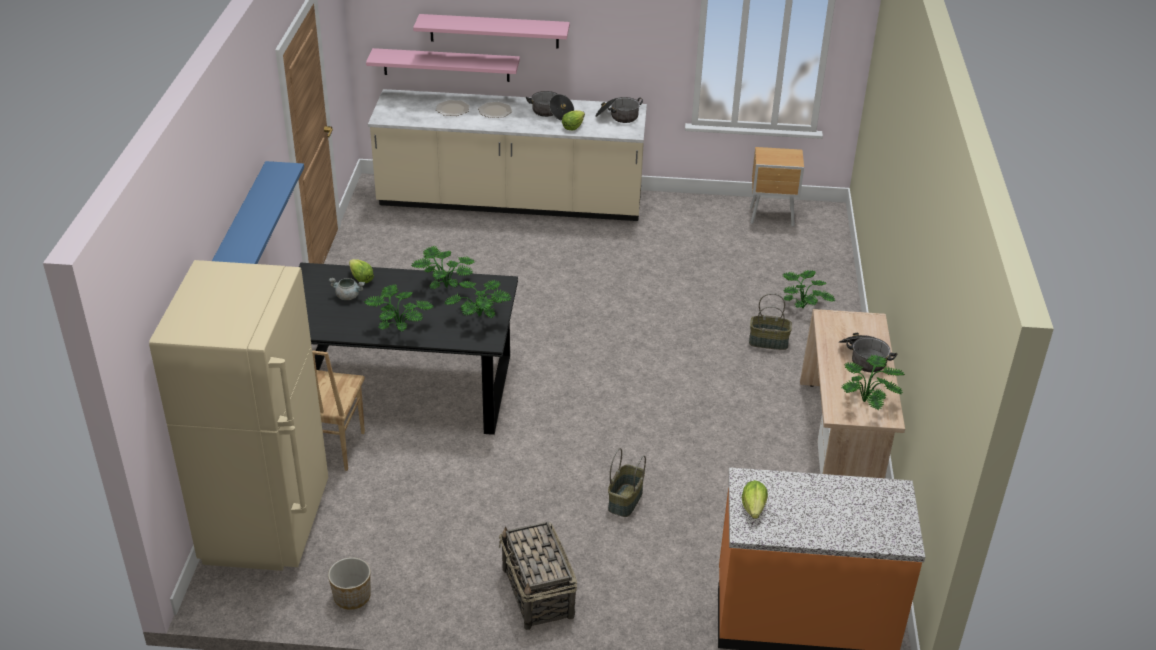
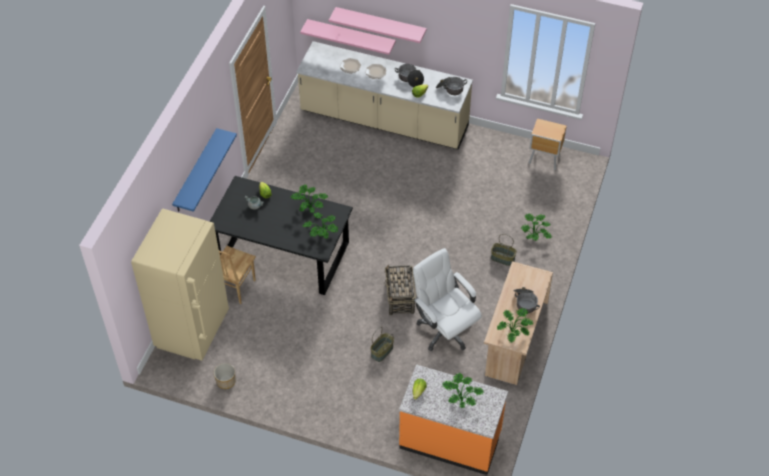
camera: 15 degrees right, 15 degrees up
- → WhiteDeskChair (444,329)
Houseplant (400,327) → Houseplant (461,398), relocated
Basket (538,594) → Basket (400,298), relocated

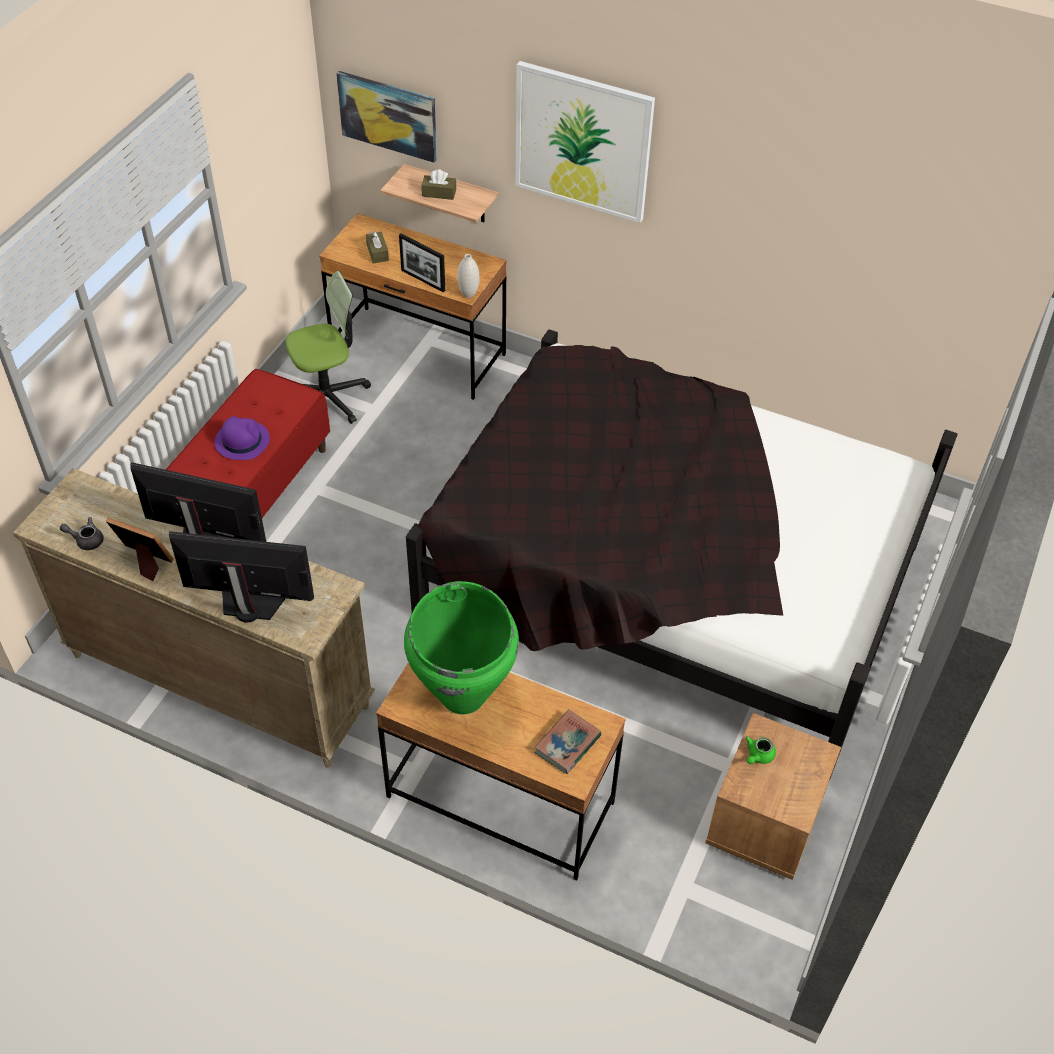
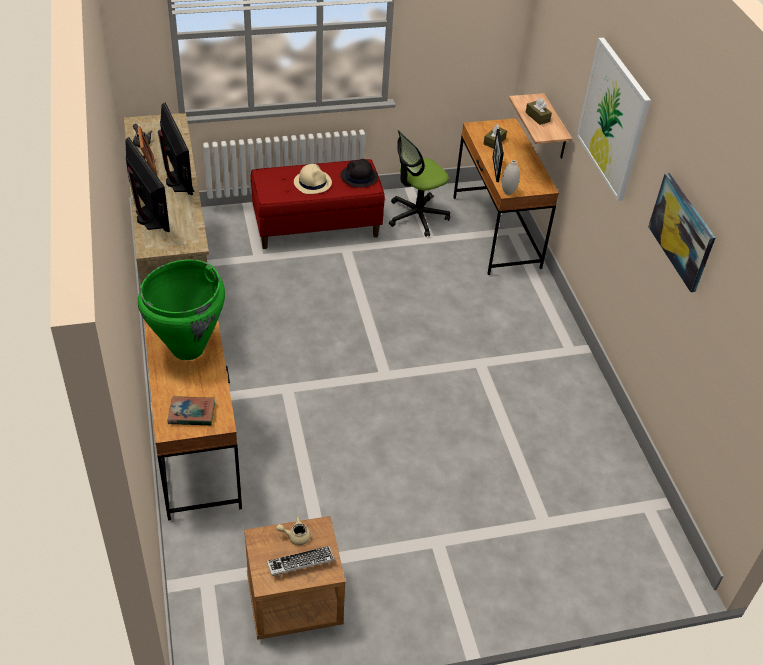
camera: 50 degrees right, 5 degrees down
BlackBedroomBed (668,577) → -
- → PcKeyboard (300,564)
- → BlackWearableHat (358,177)
WallArt (388,115) → WallArt (682,231), relocated
PurpleColouredWearableHat (242,440) → BeigeColouredWearableHat (312,182)
GreenColouredTeaPot (758,756) → BeigeColouredTeaPot (295,536)
DeskChair (328,397) → DeskChair (417,216), 120 degrees clockwise

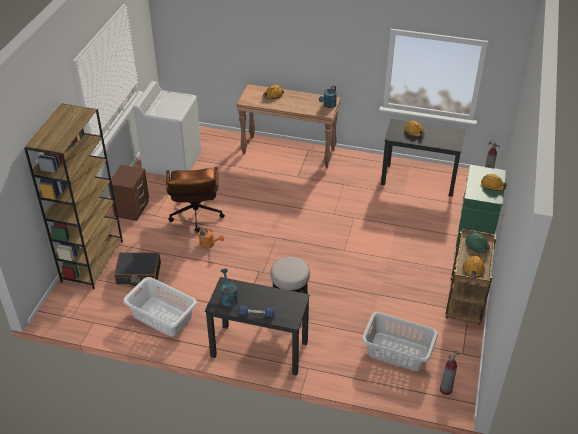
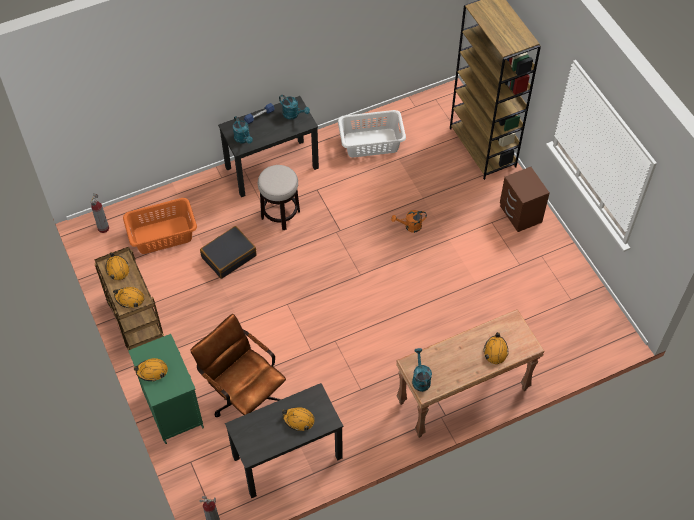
camera: 140 degrees right, 15 degrees up
WhiteLaundryAppliance (172,161) → -
- → TurquoiseColouredWateringCan (243,139)
BlackSuitcase (138,274) → BlackSuitcase (228,256), relocated
BrownishDeskChair (196,217) → BrownishDeskChair (244,396), relocated
GreyWashingBasket (397,351) → OrangeyWashingBasket (163,235)
GreenColouredSafetyHelmet (477,245) → OrangeySafetyHelmet (129,298)

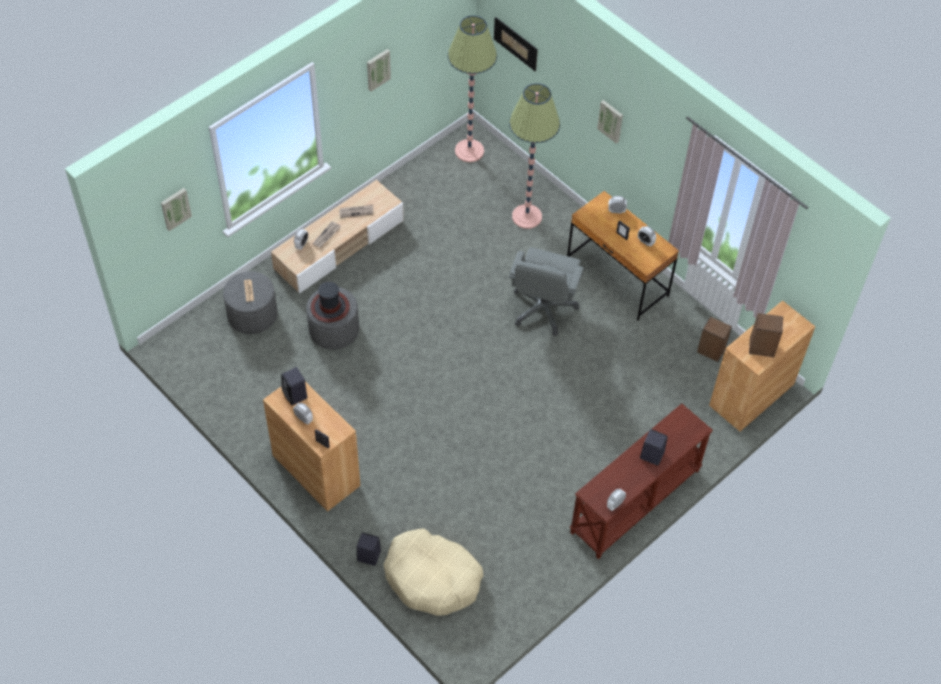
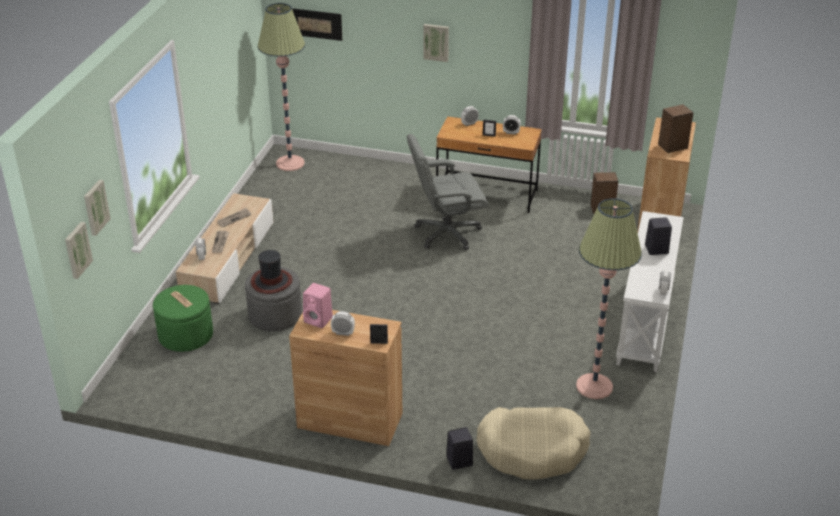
camera: 30 degrees left, 20 degrees down
WallArt (377,69) → WallArt (77,250), relocated
StandardLamp (527,216) → StandardLamp (594,386), relocated
GreyPouffe (252,314) → GreenColouredPouffe (186,335)
BlackAudioSpeaker (295,395) → PinkColouredAudioSpeaker (319,320)
BrownishConsoleTable (635,502) → WhiteConsoleTable (646,322)
GreyDeskChair (543,309) → GreyDeskChair (446,233), 90 degrees clockwise

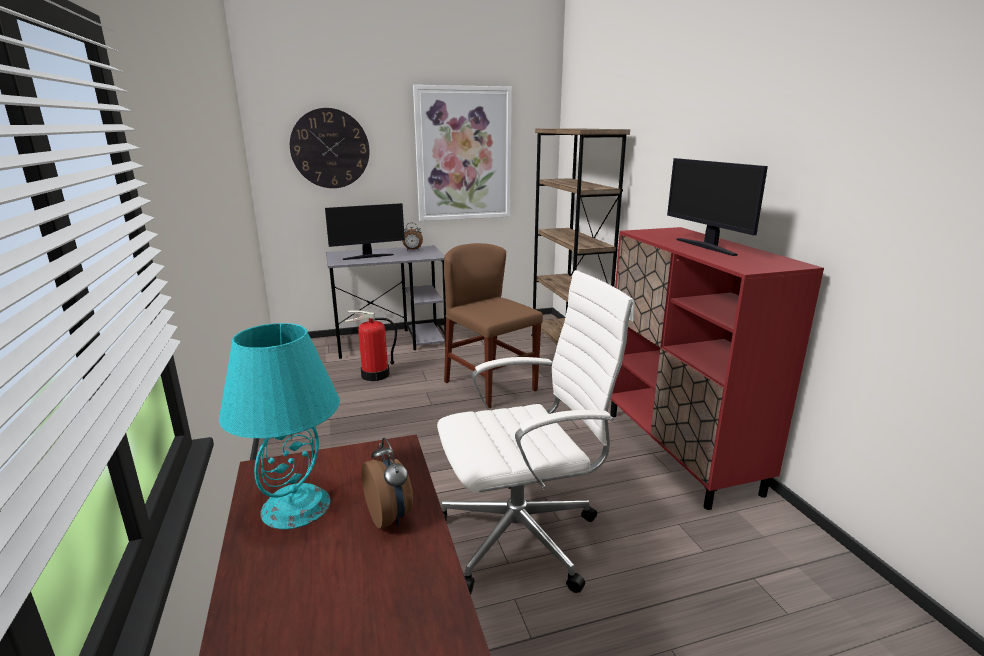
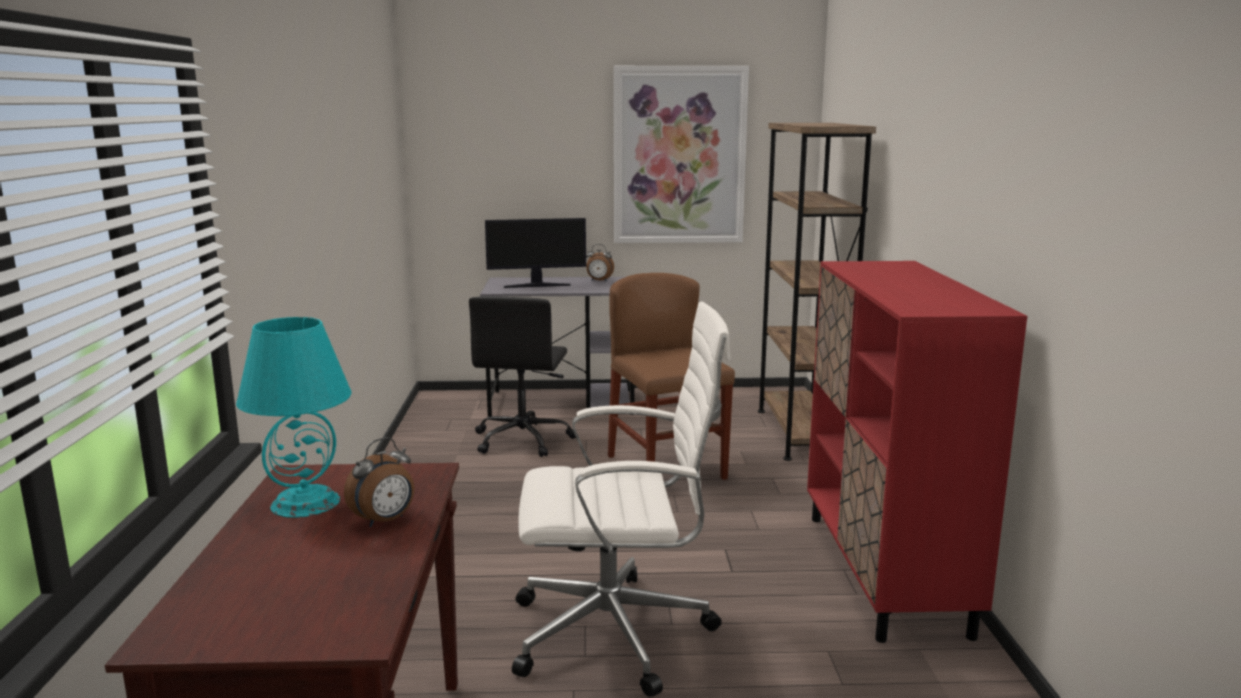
camera: 15 degrees right, 5 degrees down
ClockOnTheWall (330,148) → -
Monitor (707,247) → -
FireExtinguisher (375,375) → BlackDeskChair (523,439)
TableClock (390,517) → TableClock (385,521), 60 degrees clockwise

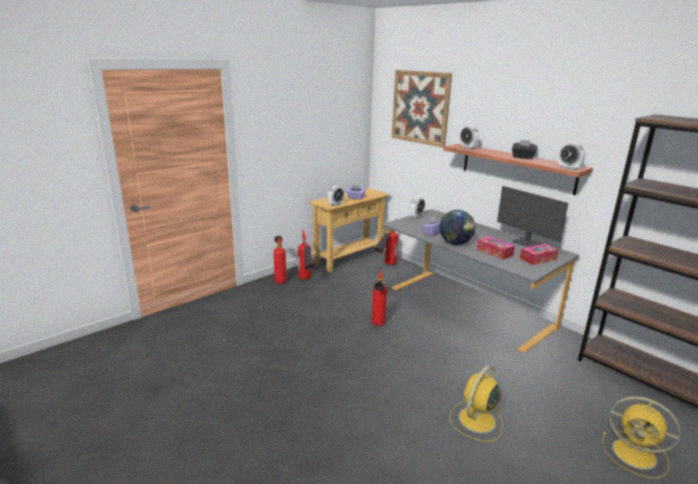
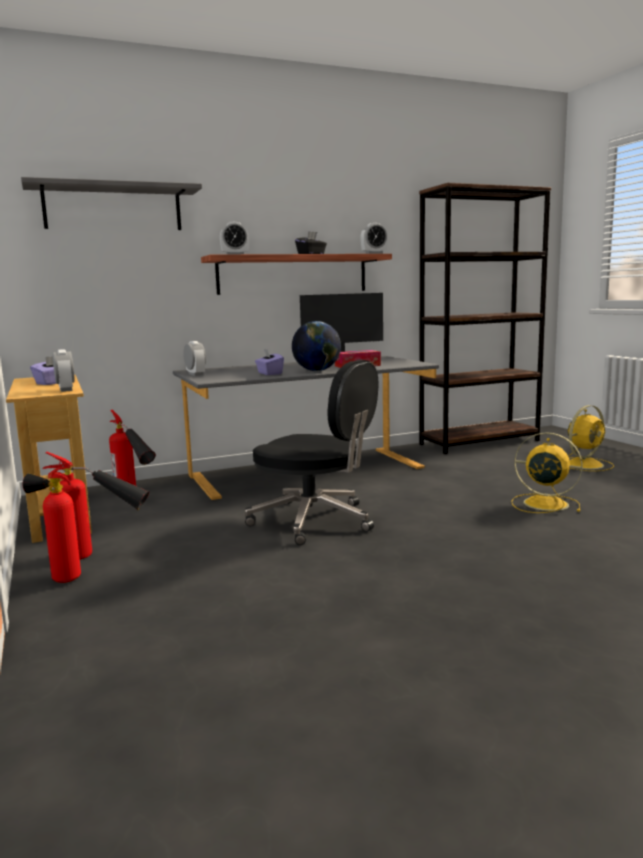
camera: 70 degrees left, 10 degrees down
BoxOfTissues (538,259) → -
FireExtinguisher (377,325) → BlackDeskChair (315,521)
WallArt (420,107) → GreyWallShelf (113,208)
YellowishElectricFan (476,420) → YellowishElectricFan (543,503), 150 degrees clockwise

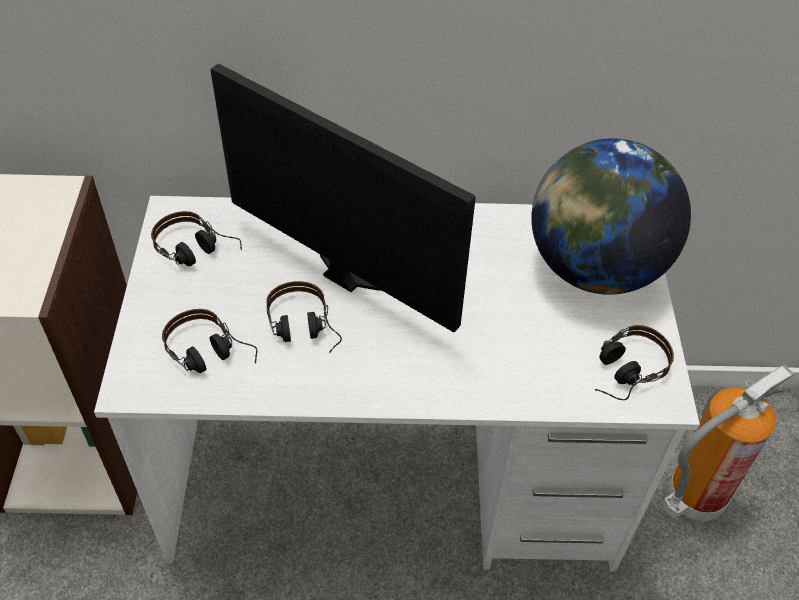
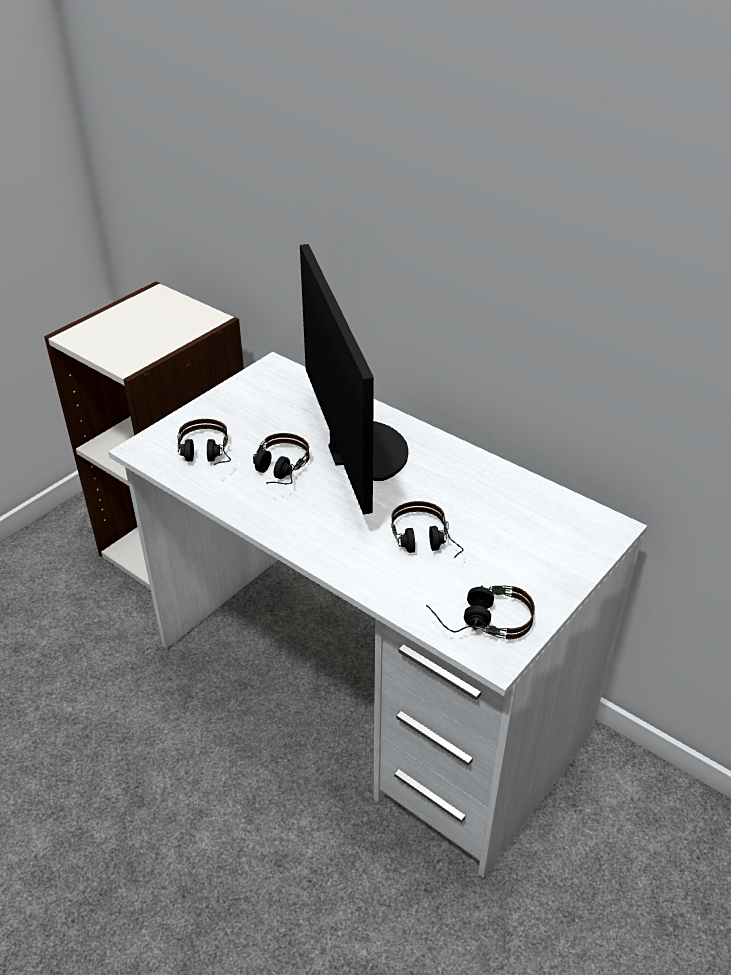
camera: 40 degrees right, 10 degrees down
Globe (594,268) → -
FireExtinguisher (692,500) → -
Headphones (199,253) → Headphones (425,546), relocated

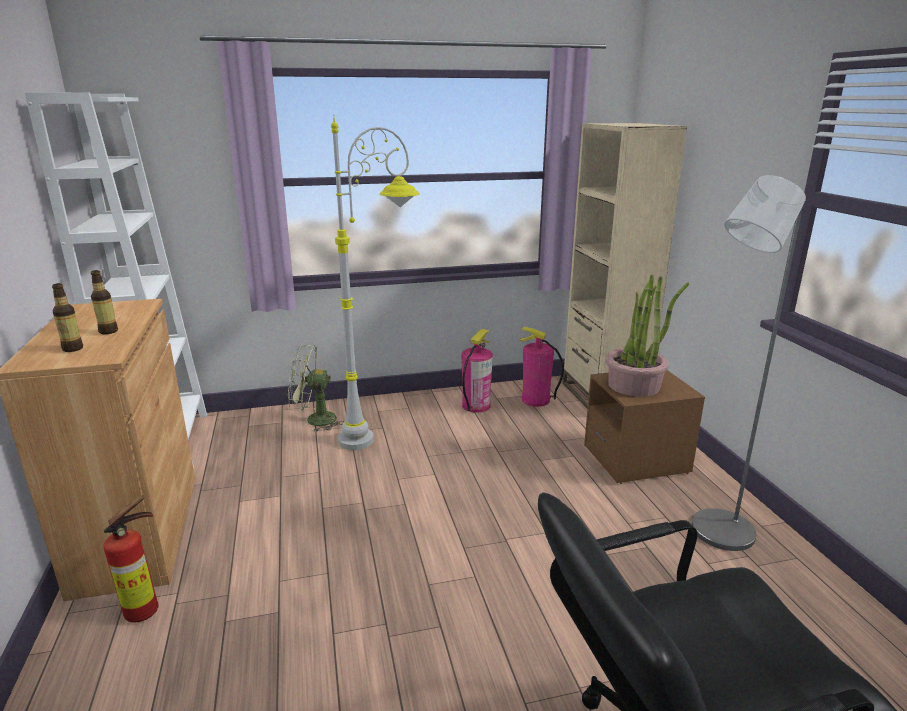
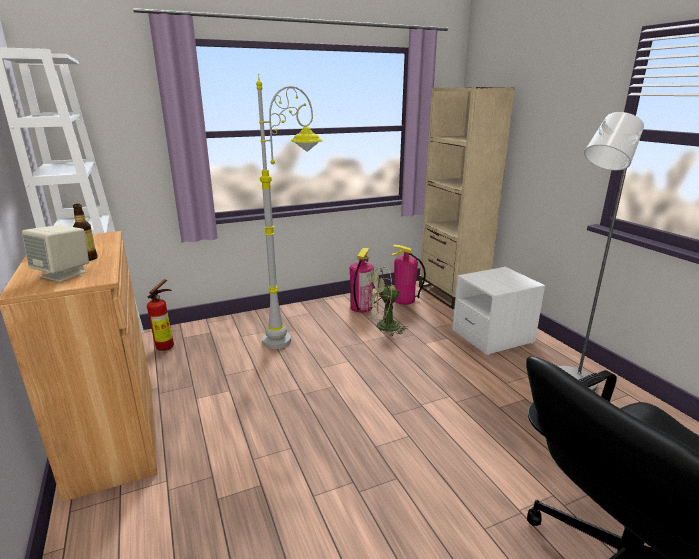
camera: 10 degrees left, 0 degrees up
Houseplant (634,385) → -
FireExtinguisher (147,610) → FireExtinguisher (167,346), relocated
GreenColouredElectricFan (314,420) → GreenColouredElectricFan (382,327), relocated
BeverageBottle (73,349) → BeigeColouredAudioSpeaker (64,274)
BrownishNightstand (636,459) → WhiteNightstand (492,336)

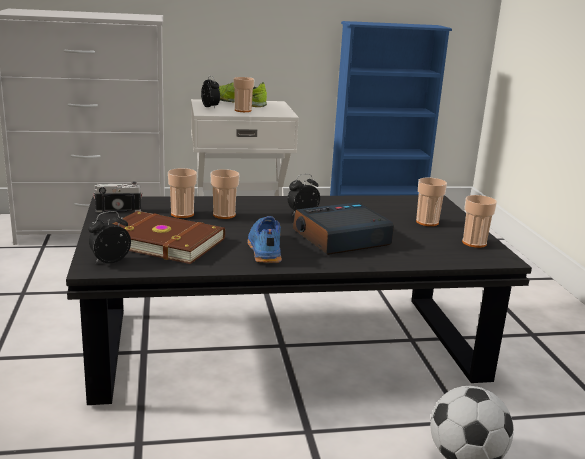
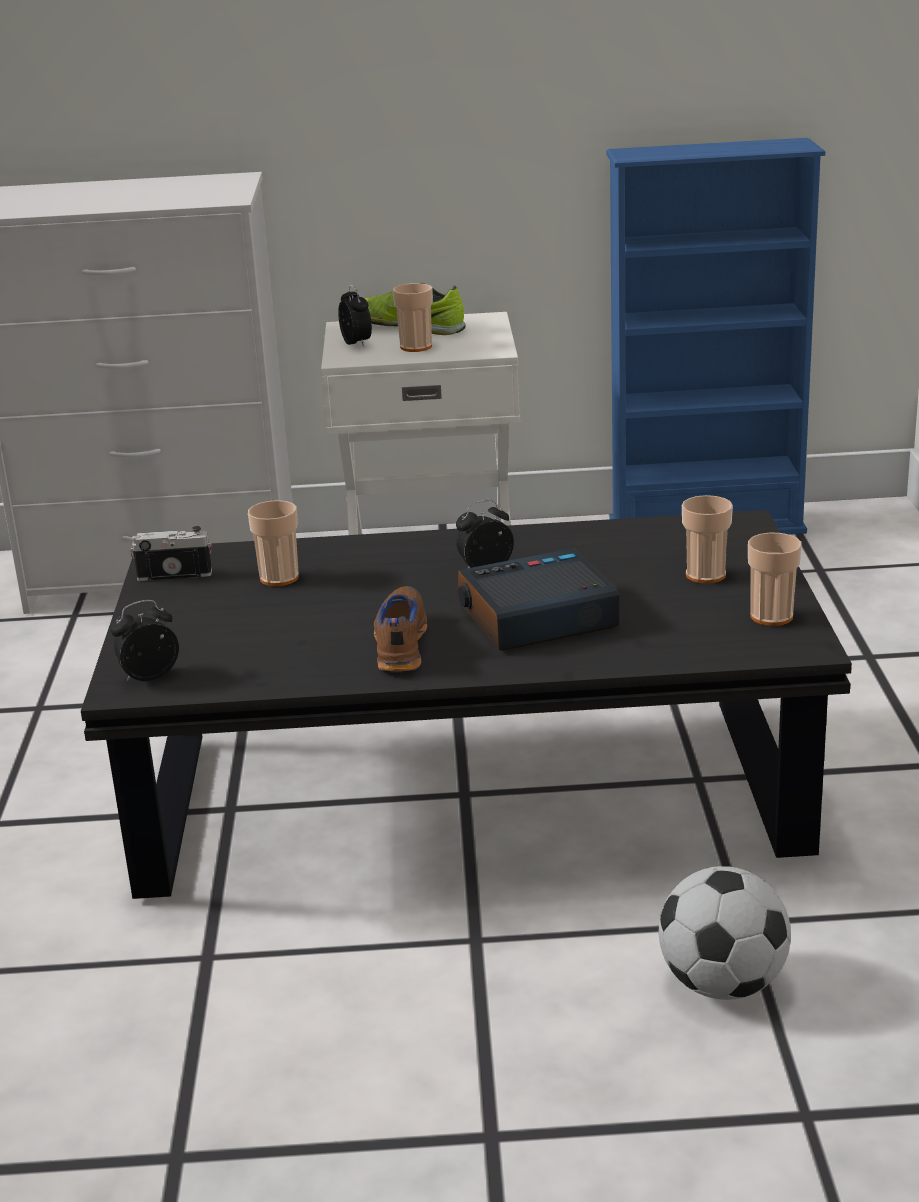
camera: 10 degrees right, 5 degrees up
BrownishBoundBook (163,241) → -
DrinkingCup (224,215) → -
BlueLowShoe (264,249) → BrownishLowShoe (398,644)

